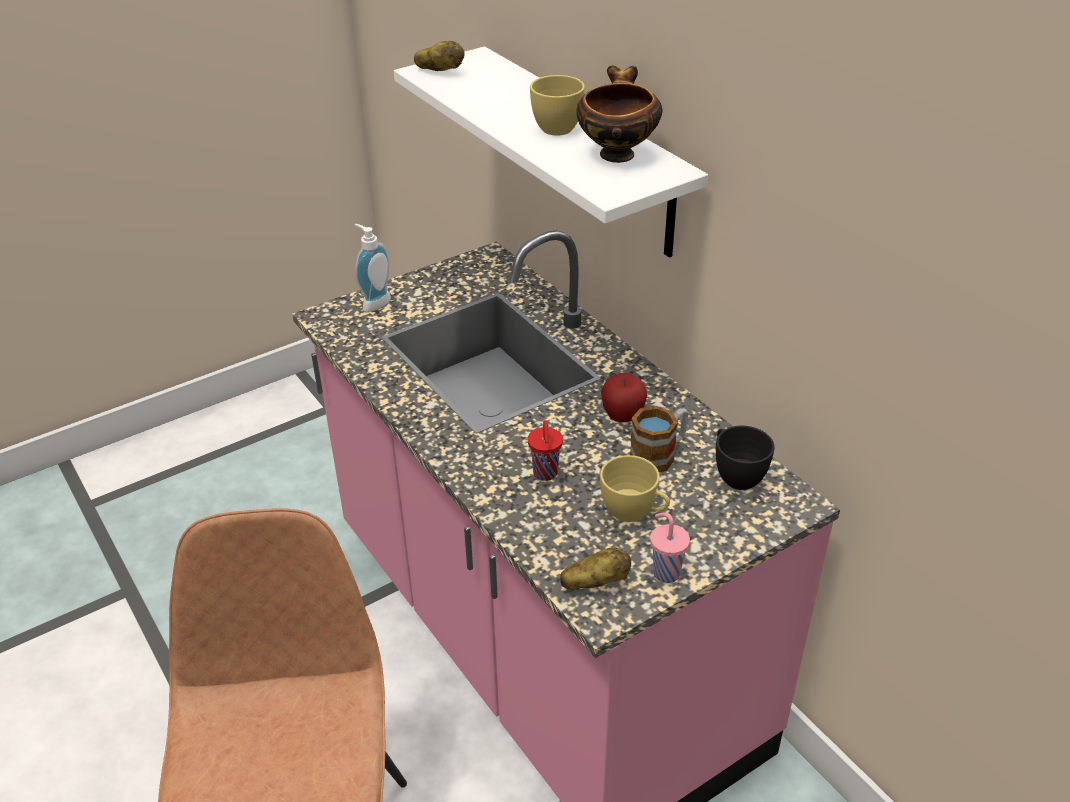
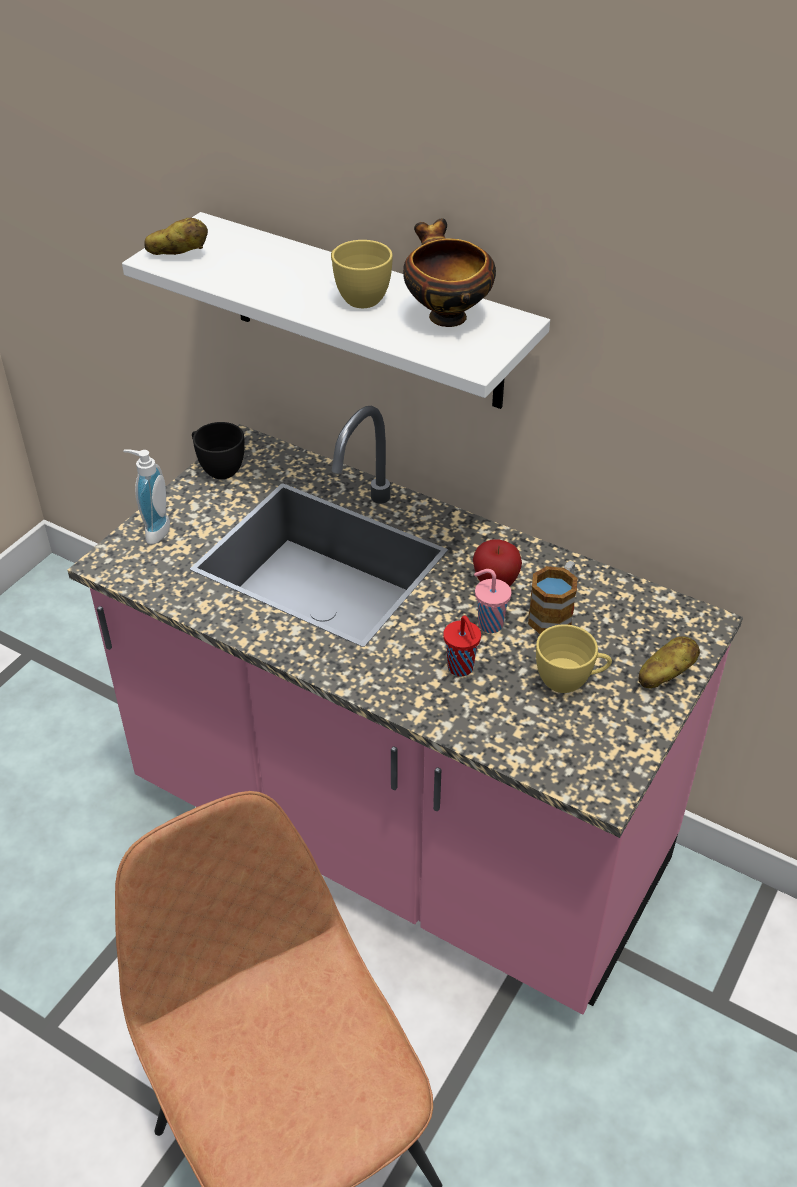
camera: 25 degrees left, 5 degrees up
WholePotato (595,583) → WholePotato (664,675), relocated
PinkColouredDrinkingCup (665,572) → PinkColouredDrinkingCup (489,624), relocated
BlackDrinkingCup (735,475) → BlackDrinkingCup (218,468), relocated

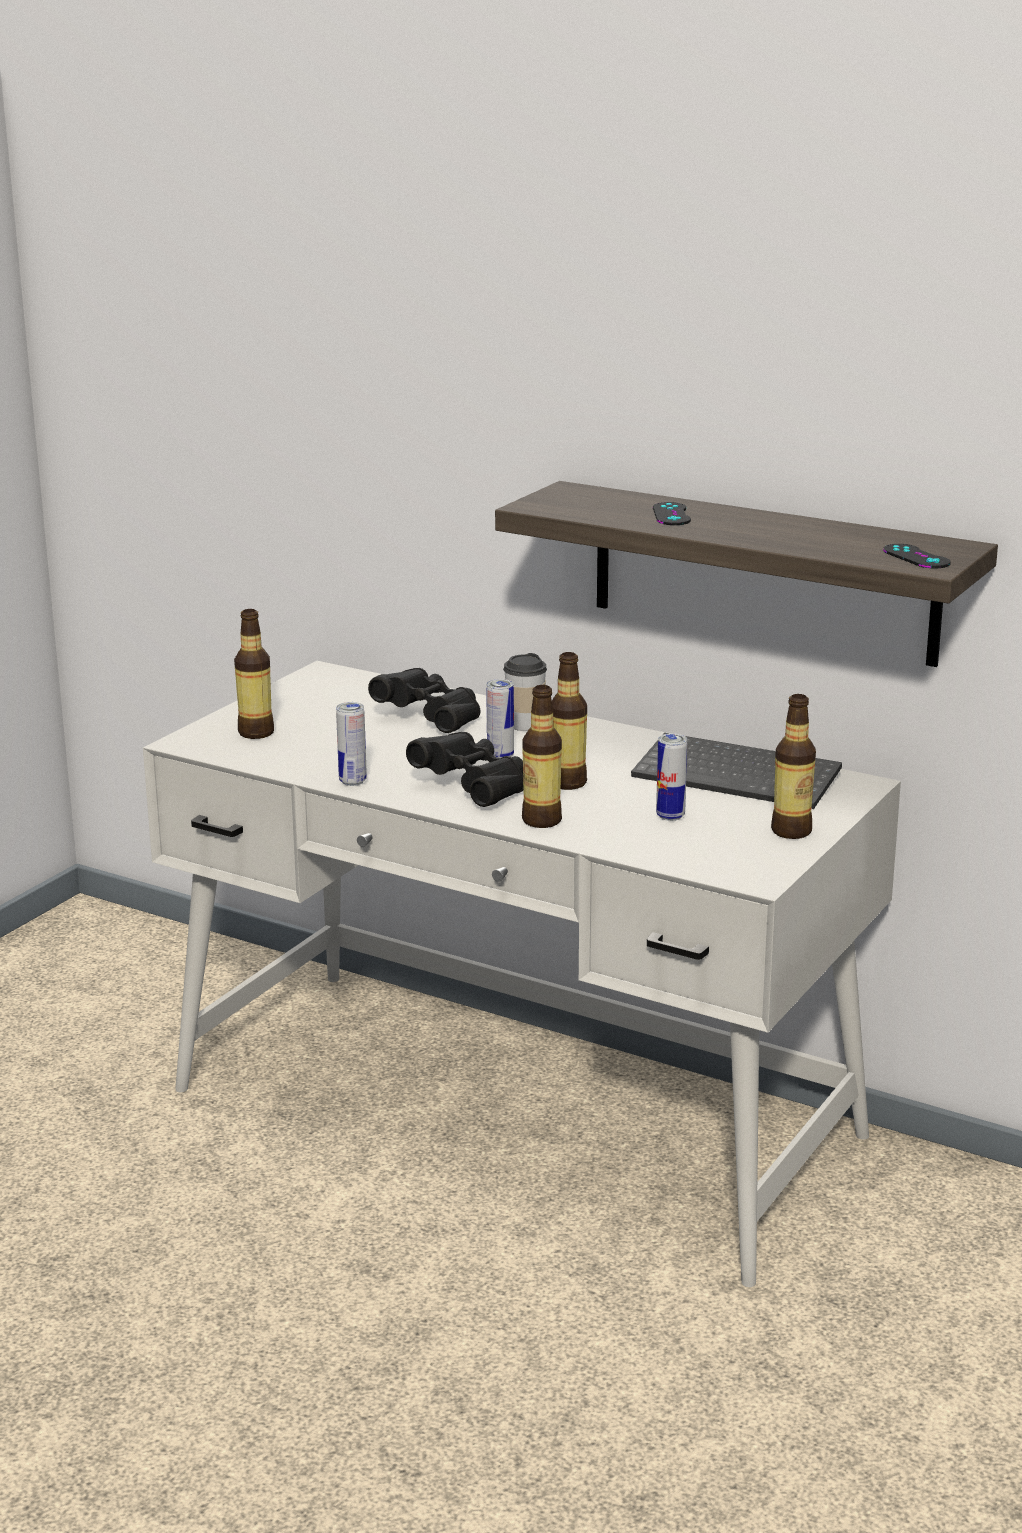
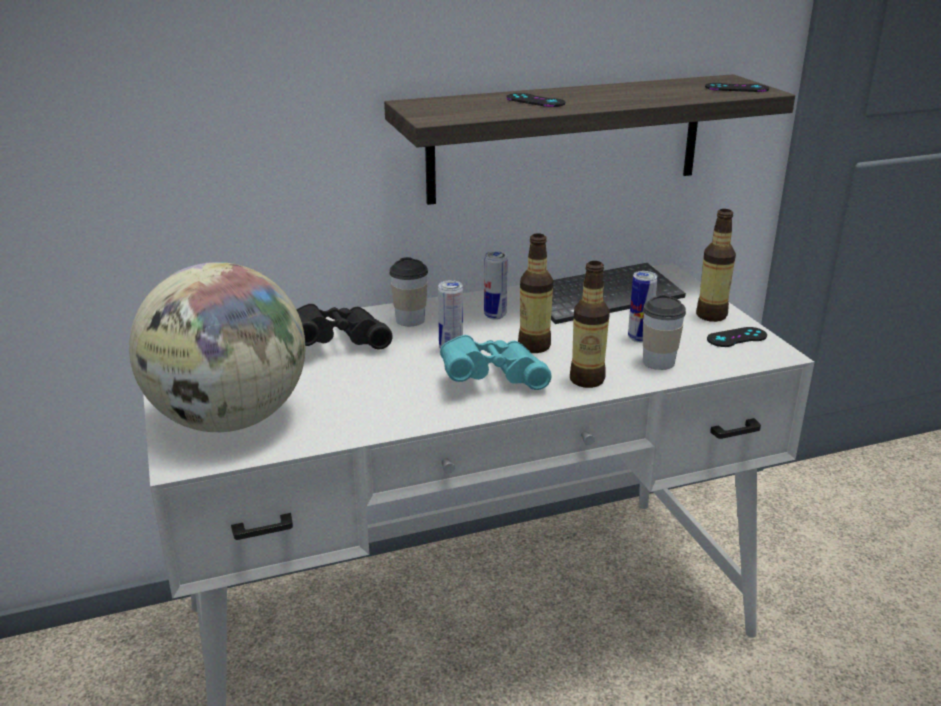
camera: 50 degrees left, 5 degrees up
- → DrinkingCup (658,362)
- → BlackGameController (737,337)
SealedCan (352,781) → SealedCan (495,316), relocated
BeverageBottle (256,733) → Globe (229,420)
BlackPairOfBinoculars (474,788) → TurquoiseColouredPairOfBinoculars (491,379)

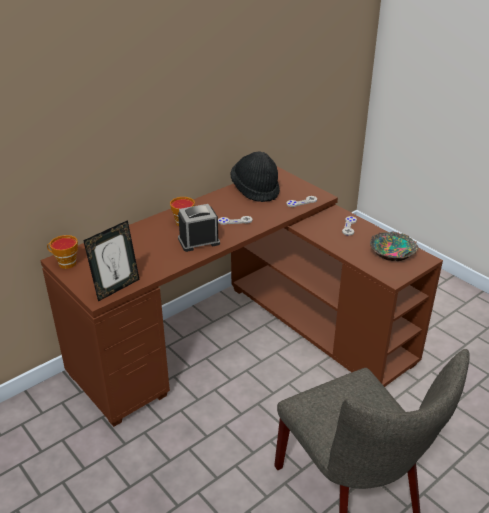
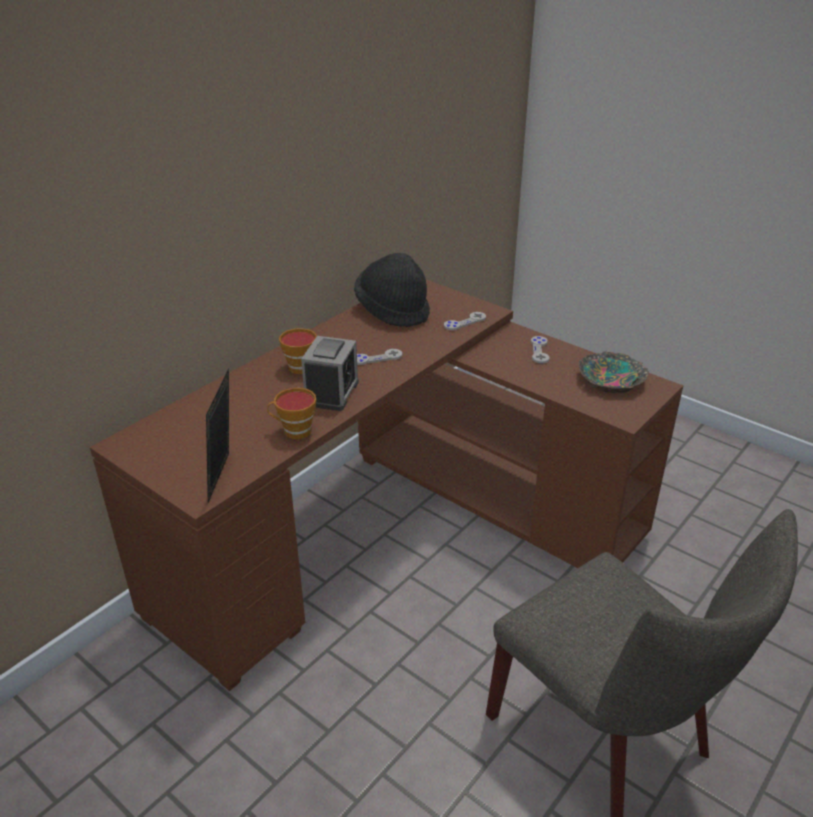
camera: 10 degrees left, 0 degrees up
DrinkingCup (65,263) → DrinkingCup (294,431), relocated
PhotoFrame (116,288) → PhotoFrame (225,478), 150 degrees clockwise
TableClock (198,241) → TableClock (331,393), 135 degrees clockwise

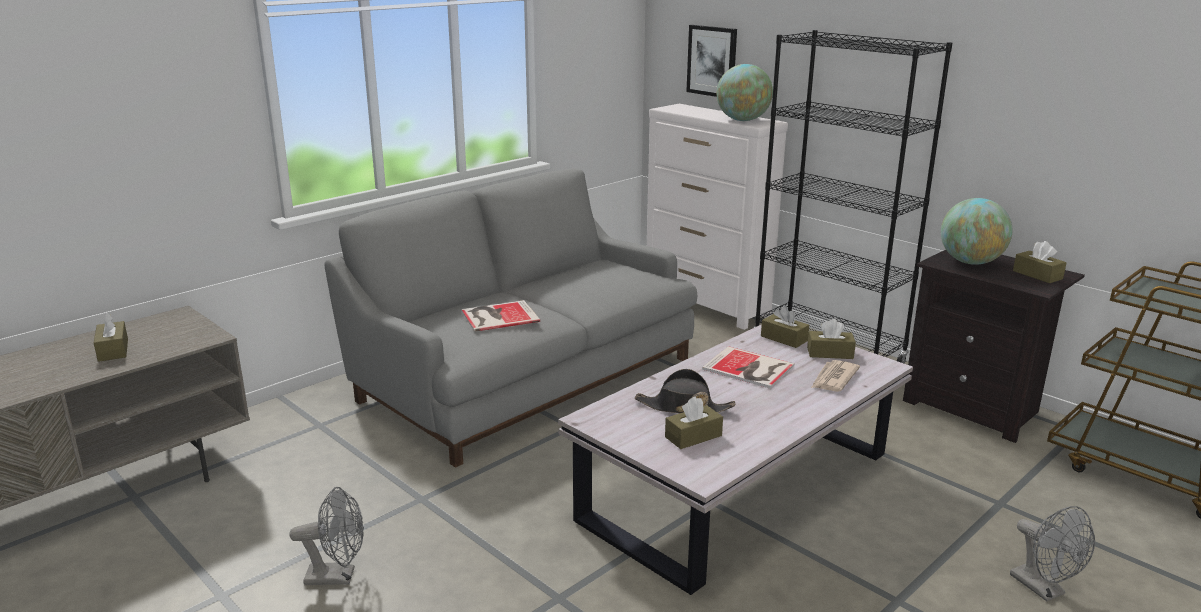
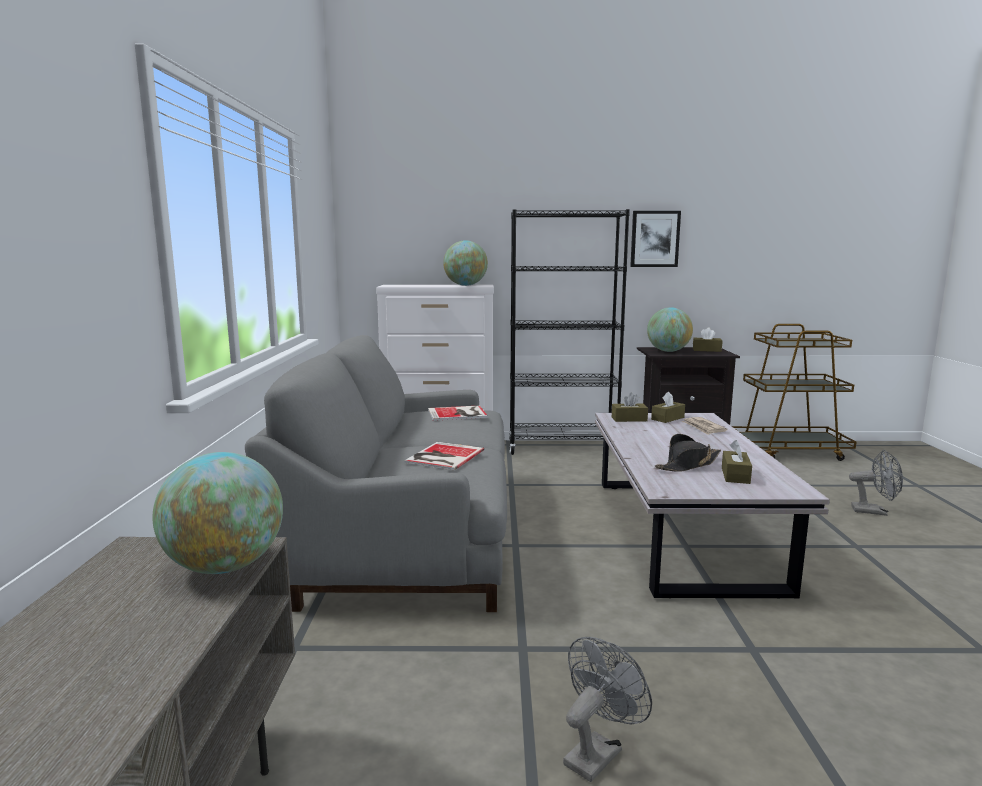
camera: 45 degrees left, 10 degrees down
BrownishBoxOfTissues (113,350) → -
- → Globe (225,566)
WallArt (712,61) → WallArt (654,239), relocated
BoundBook (749,369) → BoundBook (459,414), relocated

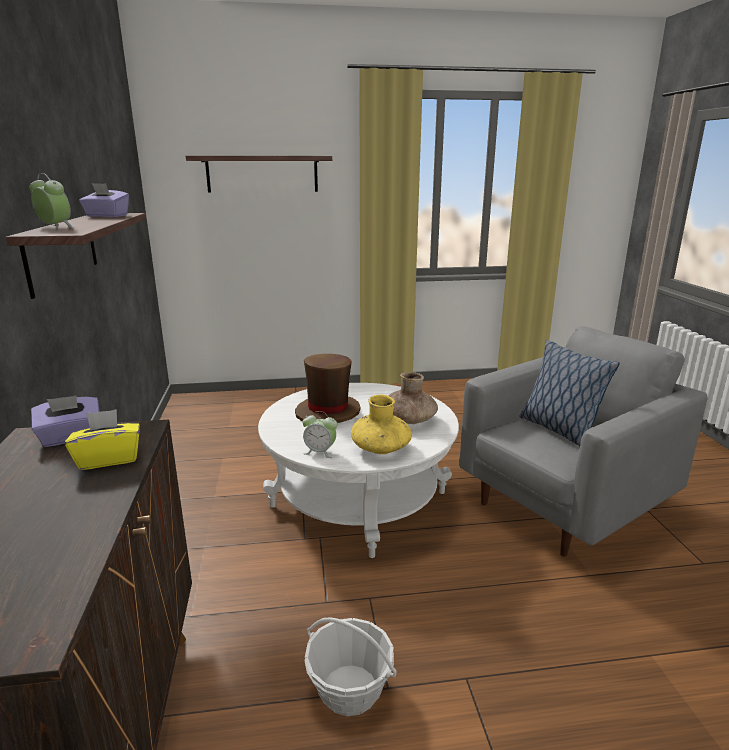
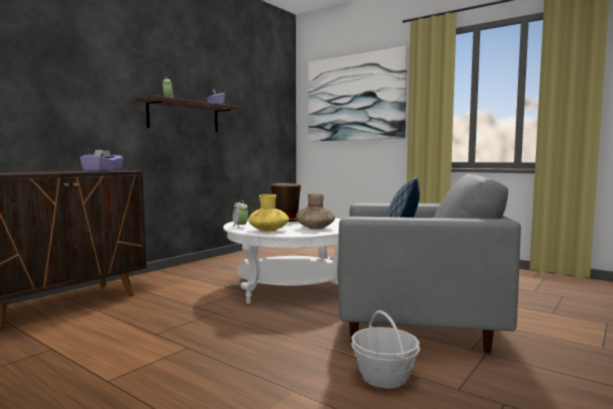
camera: 45 degrees right, 15 degrees down
Basket (349,689) → Basket (384,377), relocated
WallShelf (262,174) → WallArt (354,98)
YellowishBoxOfTissues (109,459) → PurpleColouredBoxOfTissues (97,171)

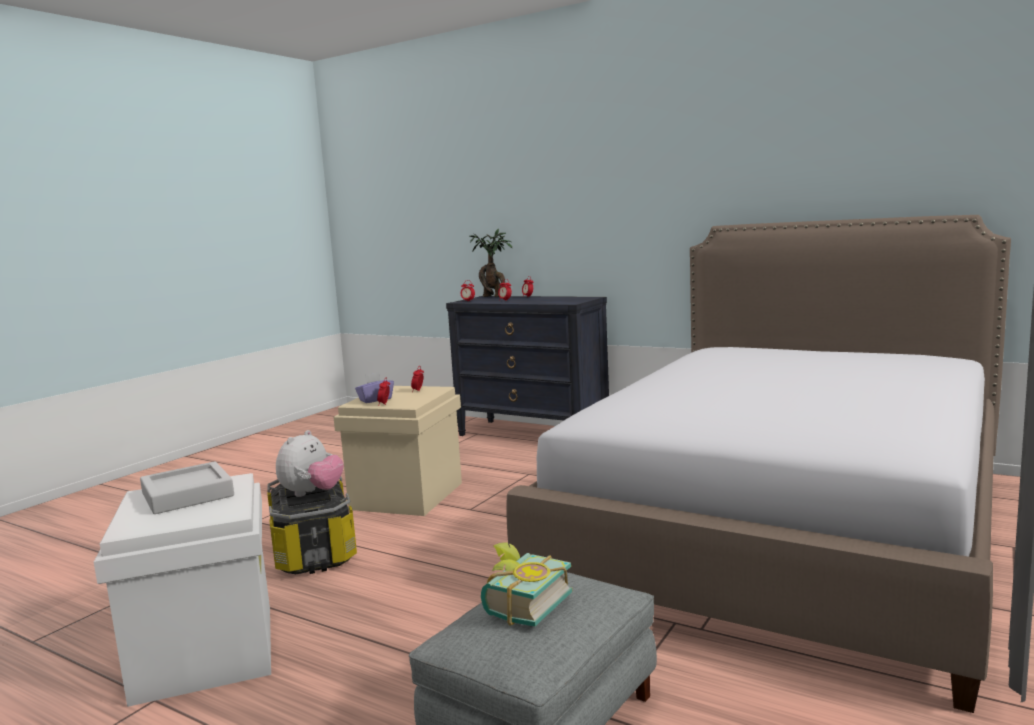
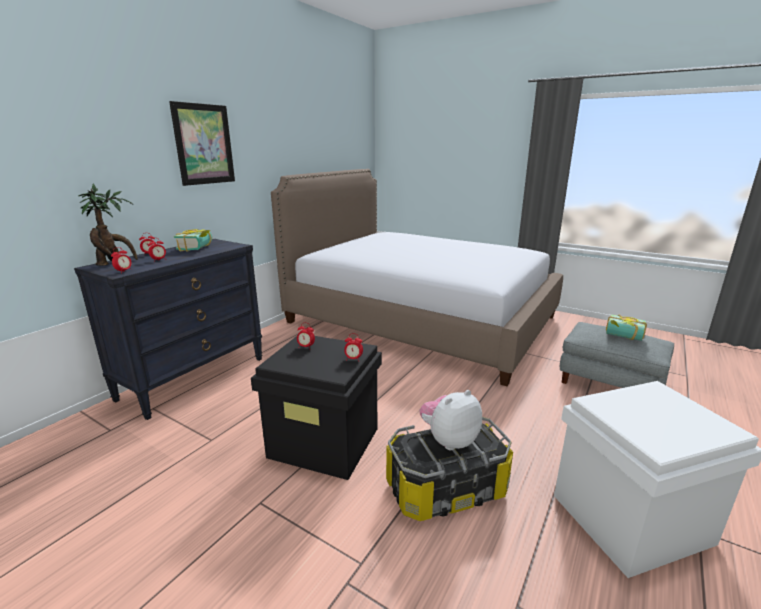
camera: 90 degrees left, 10 degrees up
GreyCarryingTray (187,495) → -
PurpleColouredBoxOfTissues (375,399) → -
- → WallArt (204,144)
- → BoundBook (199,248)
BeigeColouredStorageContainer (407,496) → BlackStorageContainer (325,442)
PlushToy (312,493) → PlushToy (449,440), 60 degrees counterclockwise

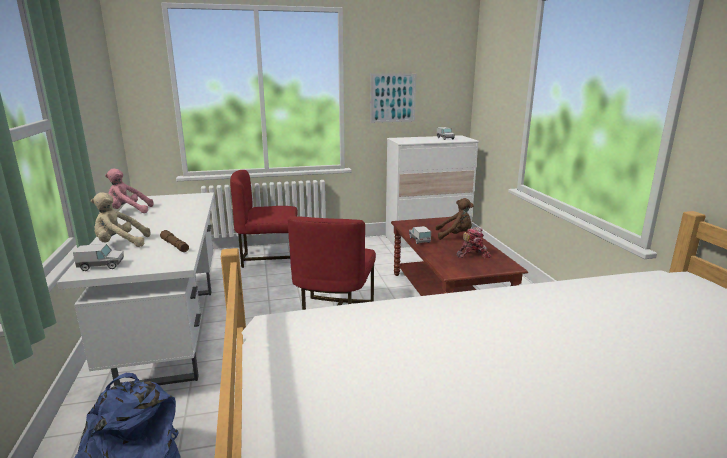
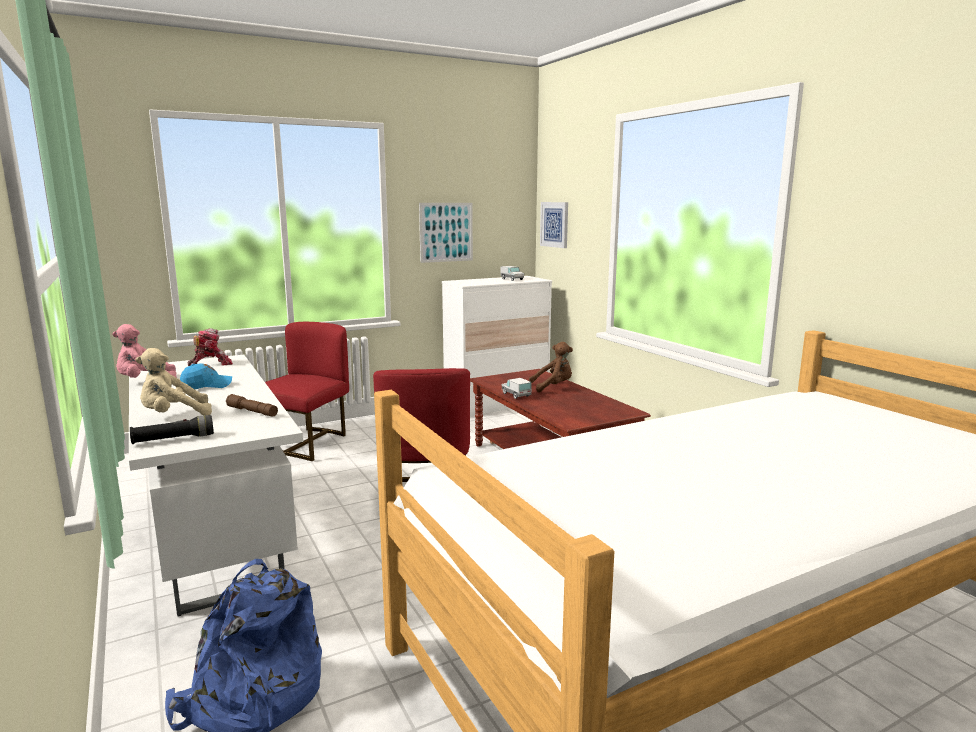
camera: 15 degrees left, 5 degrees down
- → BluePeakedCap (207,386)
- → WallArt (554,224)
ToyRobot (473,255) → ToyRobot (211,363), relocated
ModelTruck (101,266) → BlackHandTorch (173,439)
ReddishChair (270,259) → ReddishChair (306,443), 135 degrees clockwise

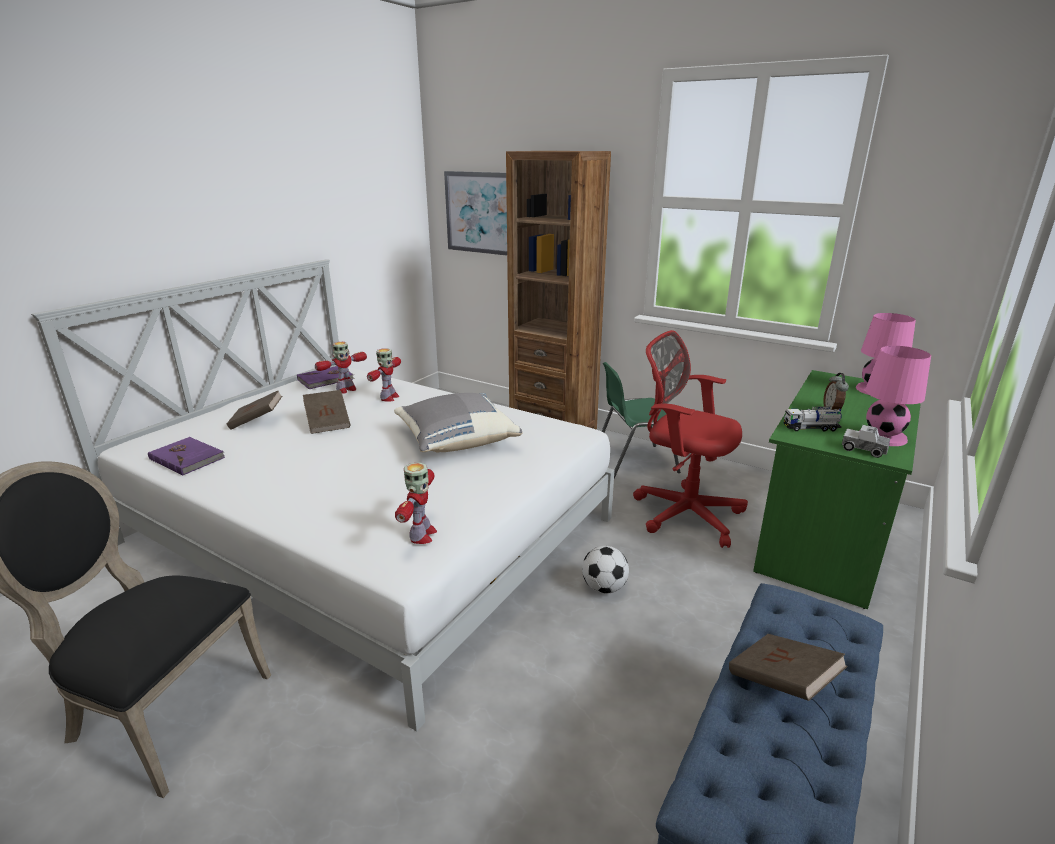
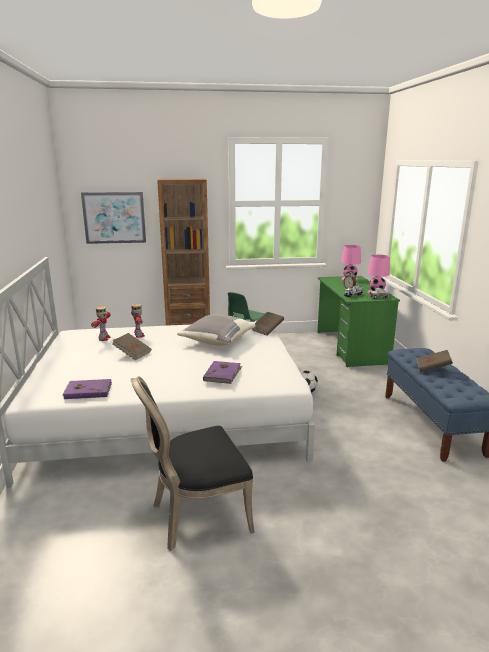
camera: 40 degrees left, 5 degrees down
ToyRobot (422,535) → -
ReddishDeskChair (683,512) → -
BrownishBoundBook (257,421) → BrownishBoundBook (267,330), relocated
PurpleColouredBoundBook (326,380) → PurpleColouredBoundBook (223,374), relocated

